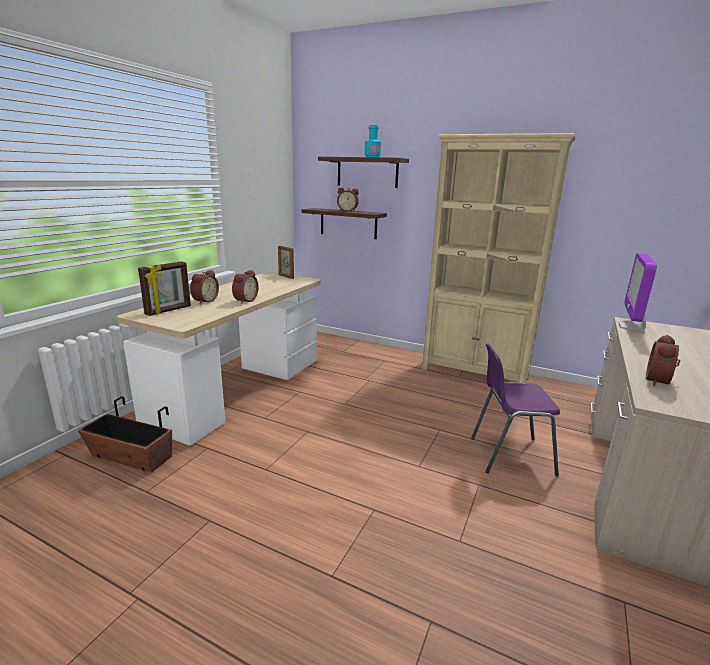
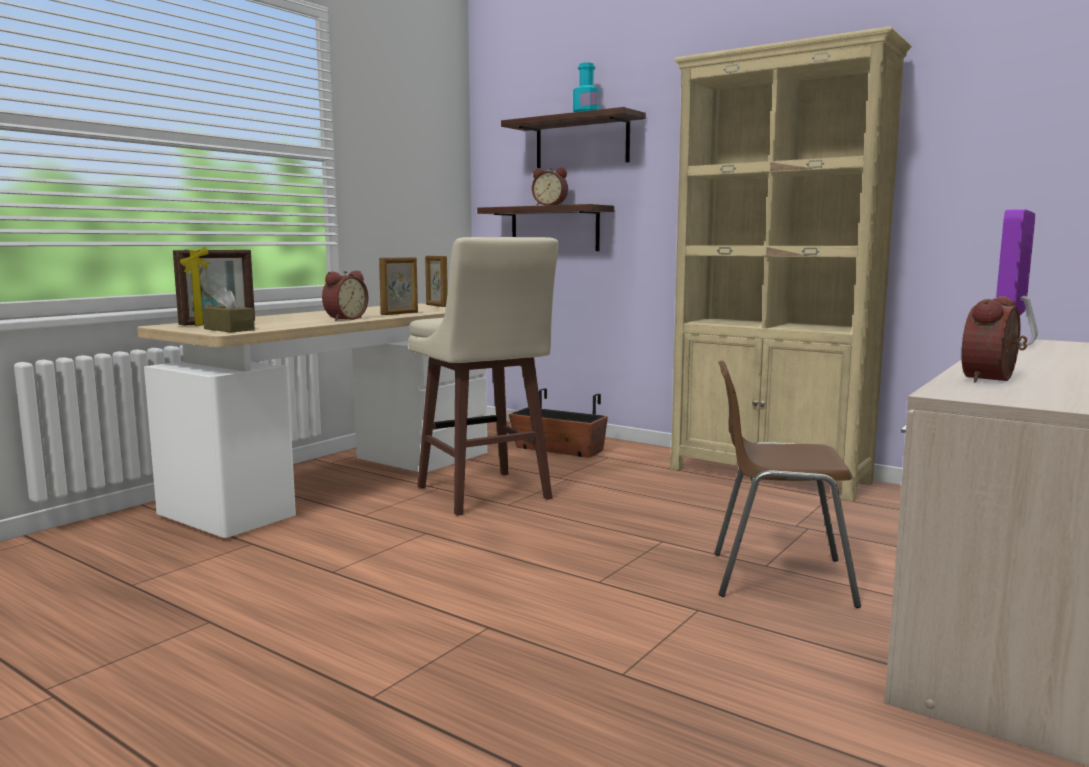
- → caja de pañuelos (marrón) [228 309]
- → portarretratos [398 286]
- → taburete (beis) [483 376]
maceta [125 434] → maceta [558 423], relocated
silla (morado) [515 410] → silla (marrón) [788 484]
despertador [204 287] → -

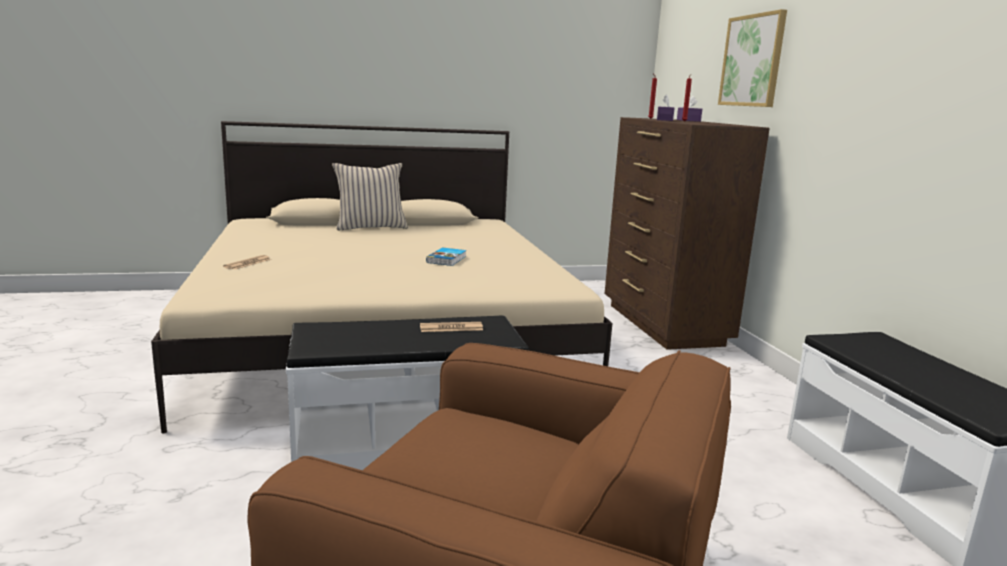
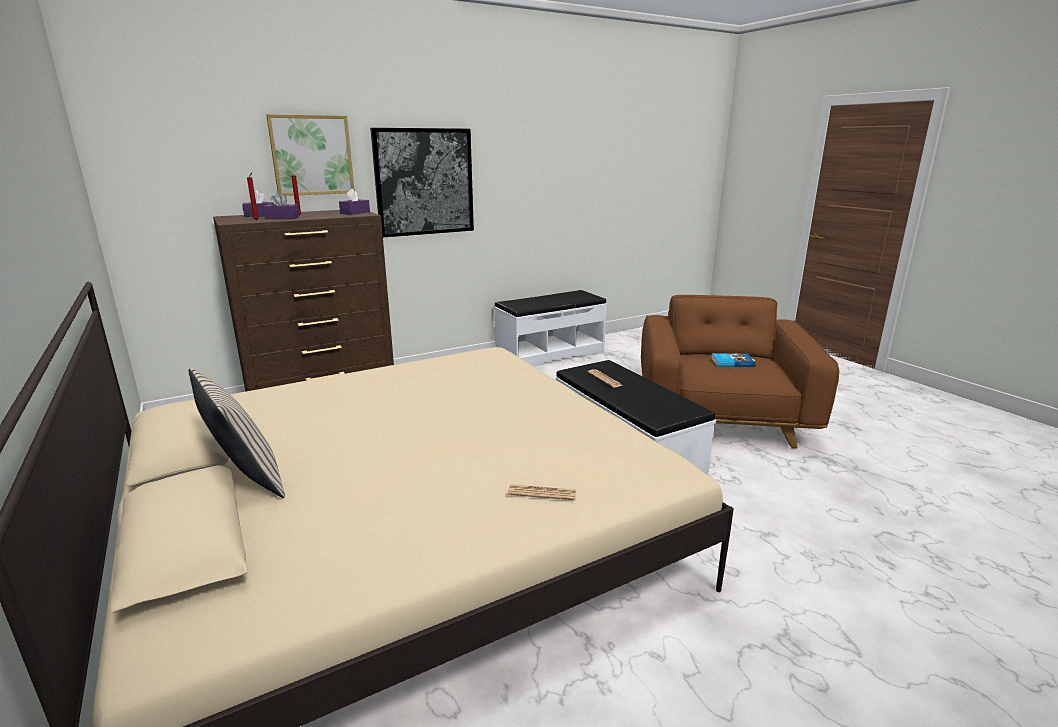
- → caja de pañuelos (morado) [354 202]
- → cuadro [422 182]
libro [446 257] → libro [733 360], relocated

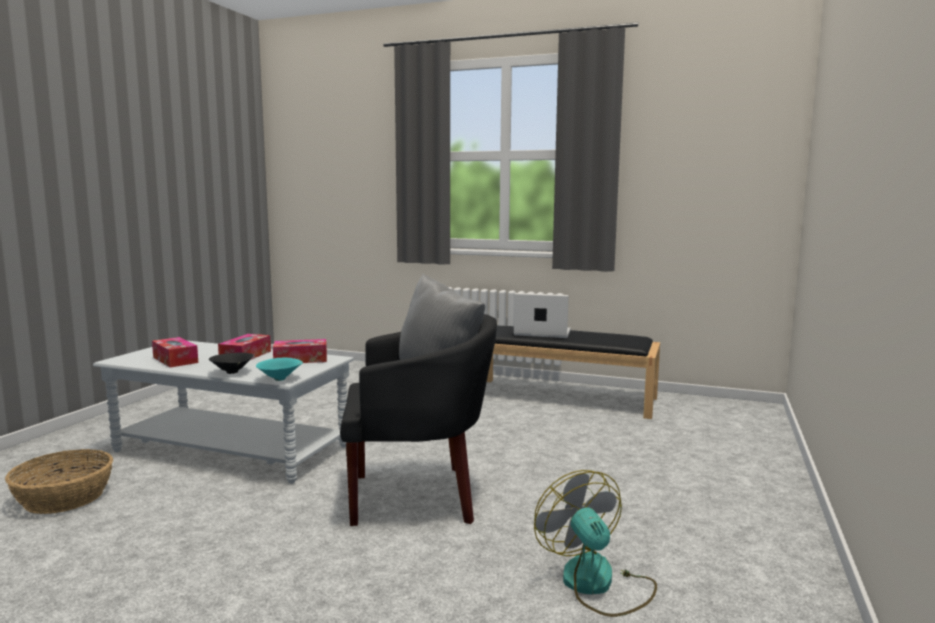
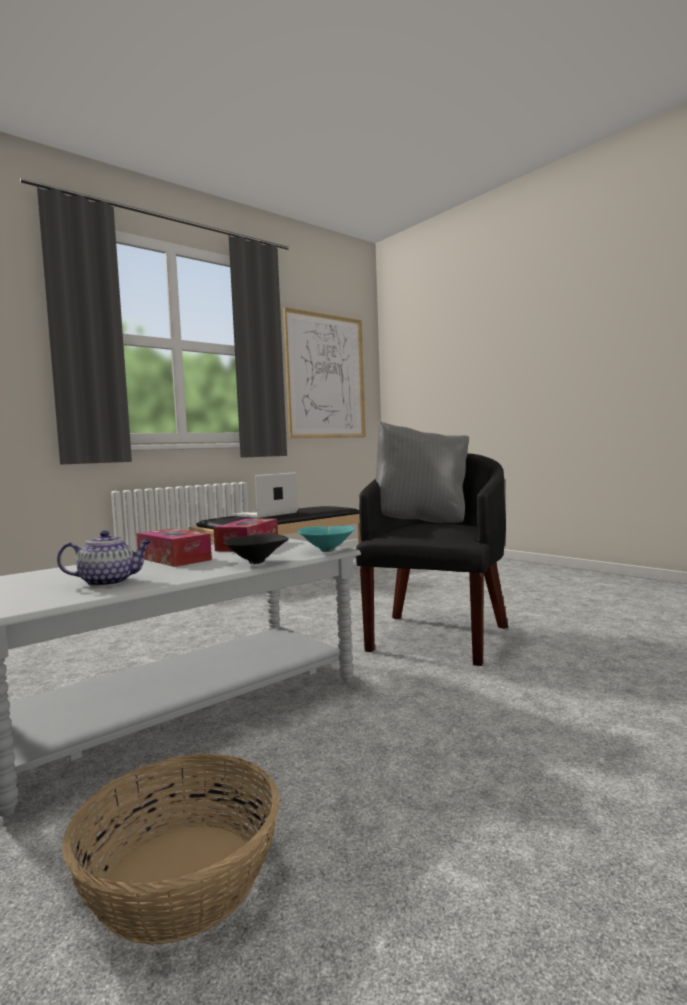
caja de pañuelos [175 352] → tetera [104 558]
- → cuadro [324 372]
ventilador [595 543] → -

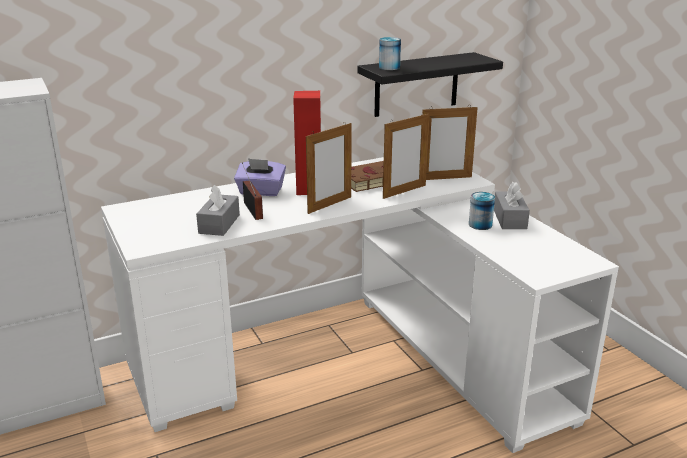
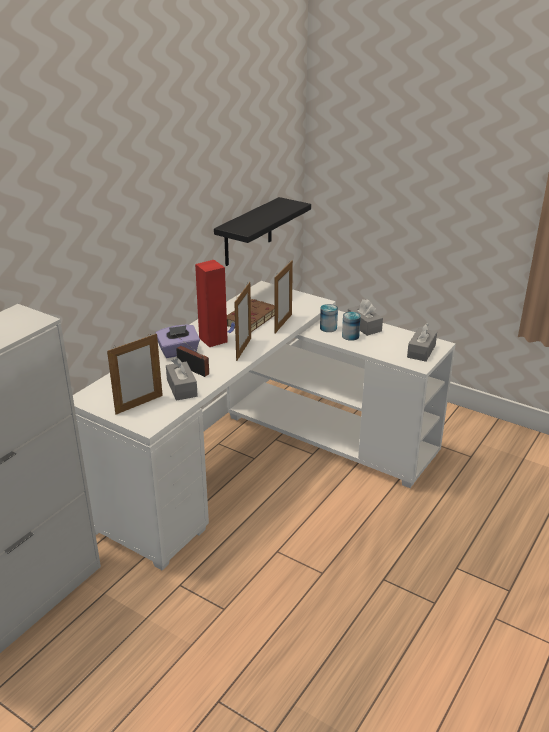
portarretratos [450 142] → portarretratos [135 374], relocated
lata [390 53] → lata [329 318], relocated
- → caja de pañuelos (gris) [422 342]

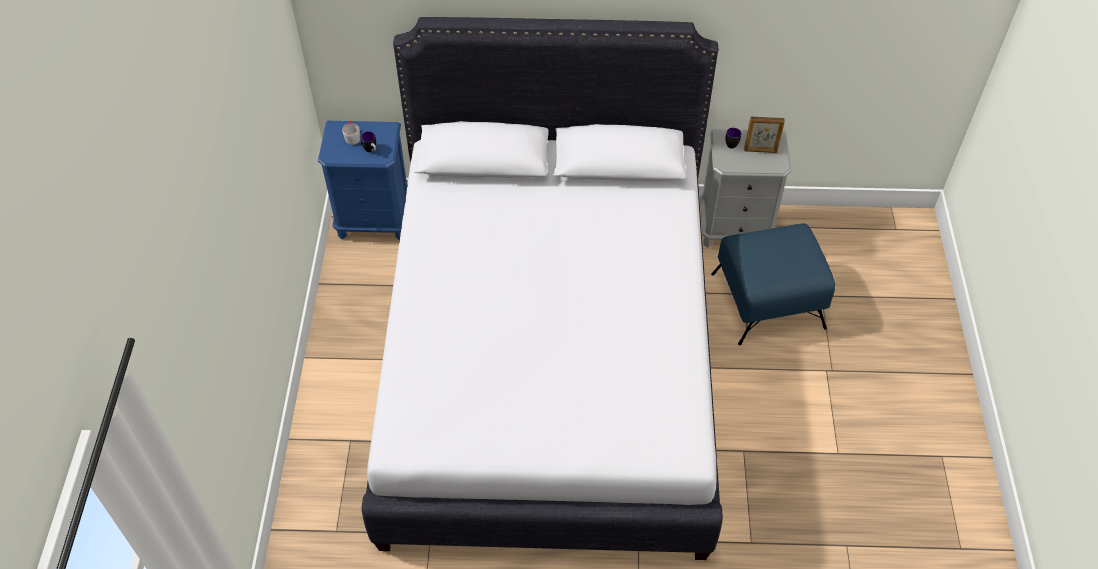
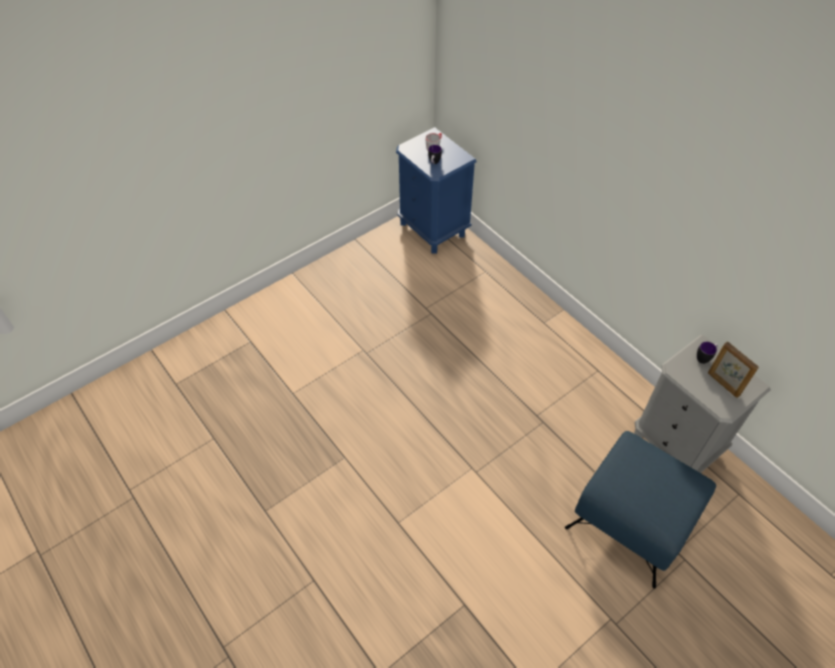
cama (blanco) [542 288] → -

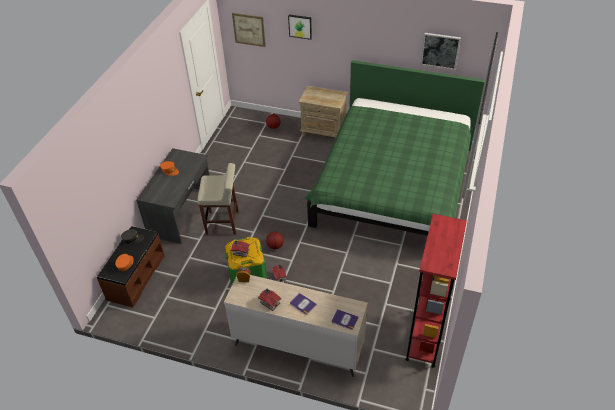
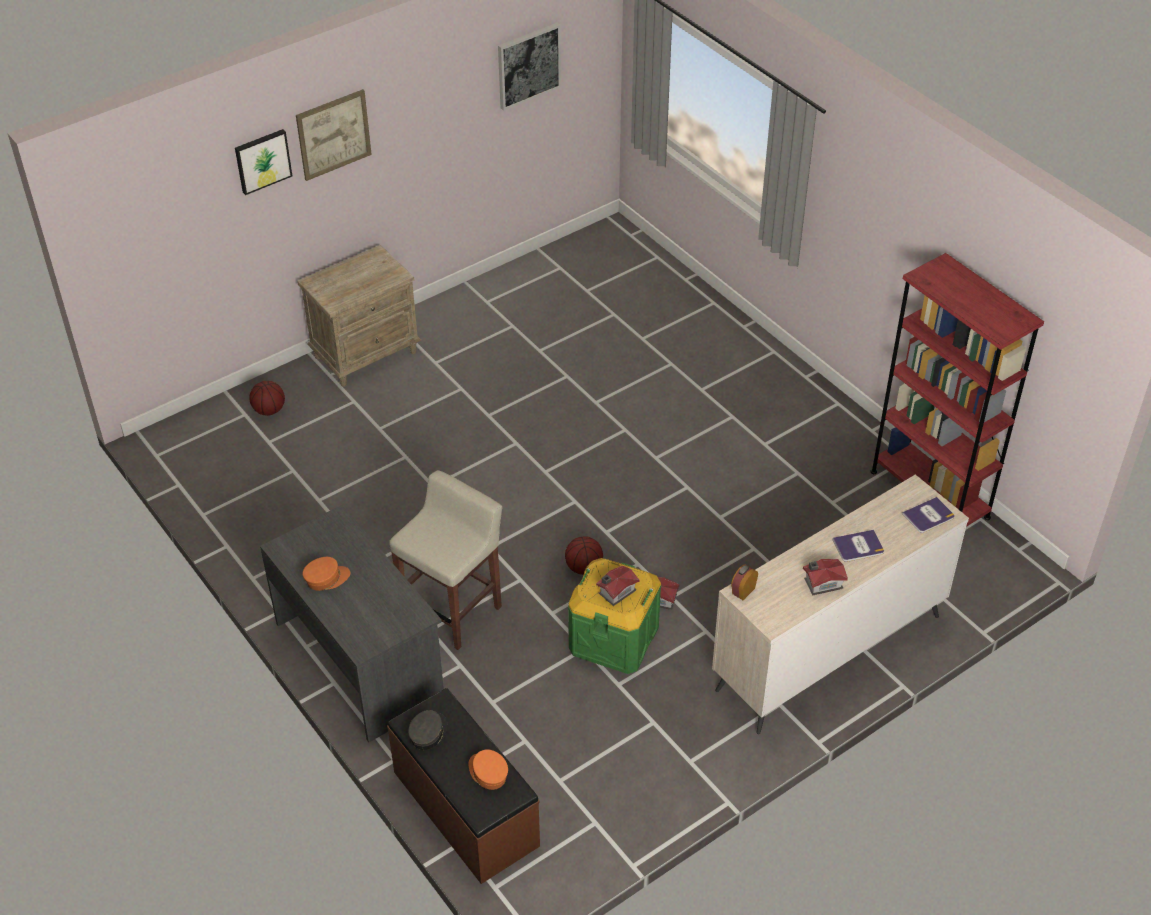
cuadro [249 30] → cuadro [334 135], relocated
cama (verde) [395 148] → -

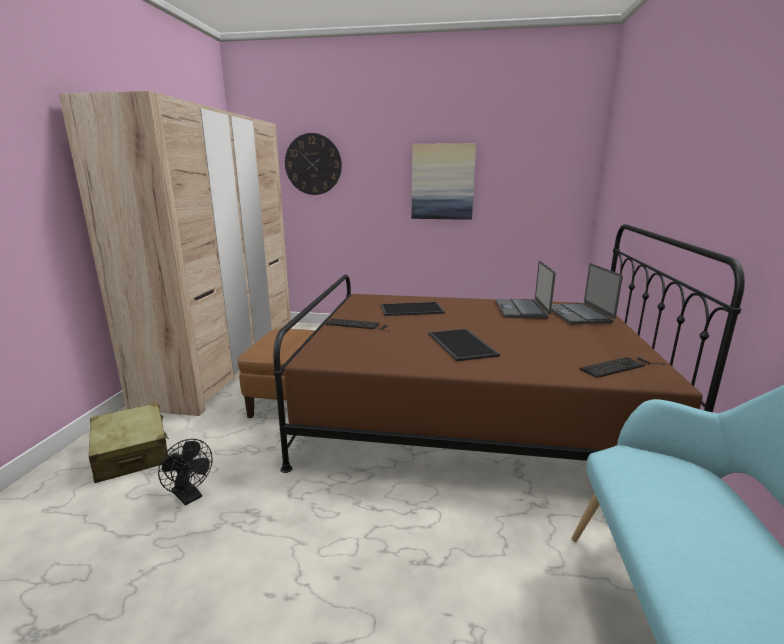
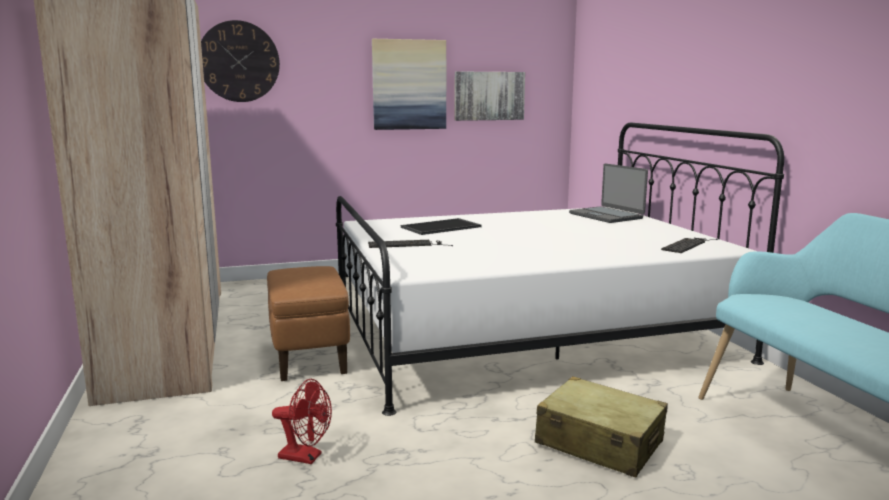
ventilador (negro) [185 472] → ventilador (rojo) [302 421]
cama (marrón) [509 348] → cama (blanco) [560 269]
- → cuadro [489 96]
maleta (beis) [128 443] → maleta (beis) [601 427], relocated
bandeja [464 345] → -
portátil [526 290] → -

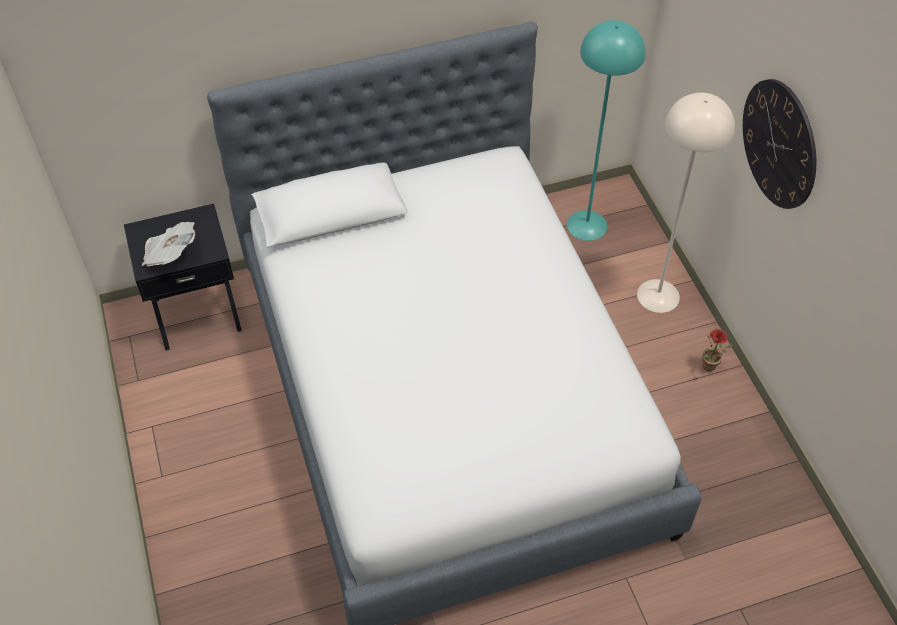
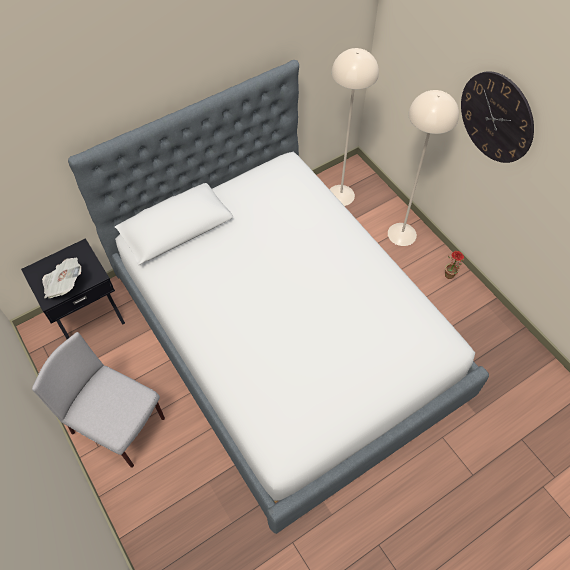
- → silla (gris) [98 400]
lámpara de pie (turquesa) [606 130] → lámpara de pie (beis) [354 127]

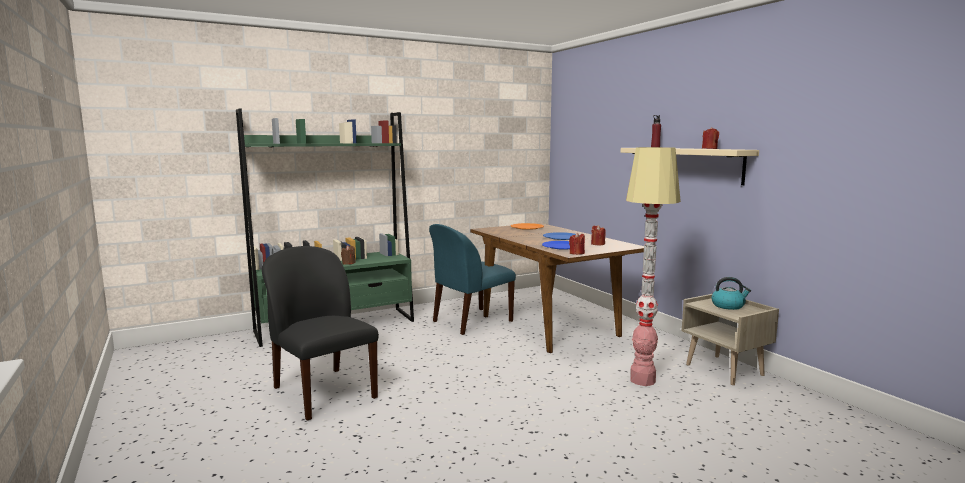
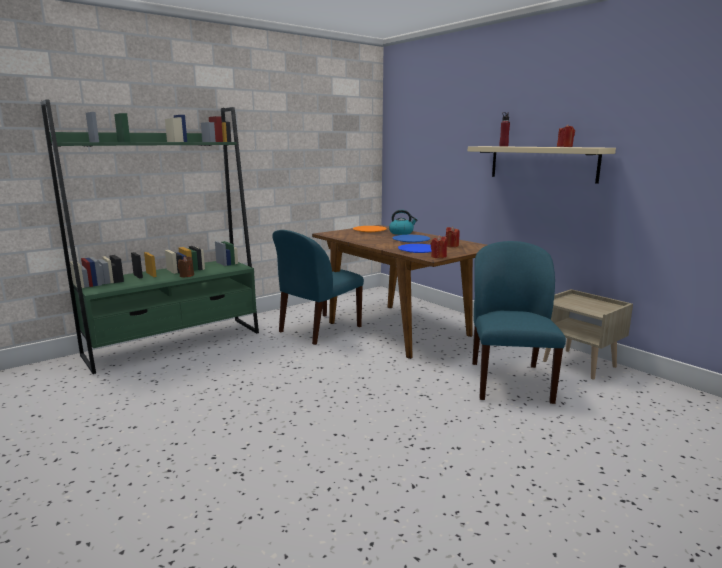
hervidor [731 293] → hervidor [403 222], relocated
lámpara de pie [653 266] → silla (azul) [519 322]
silla (negro) [320 333] → -

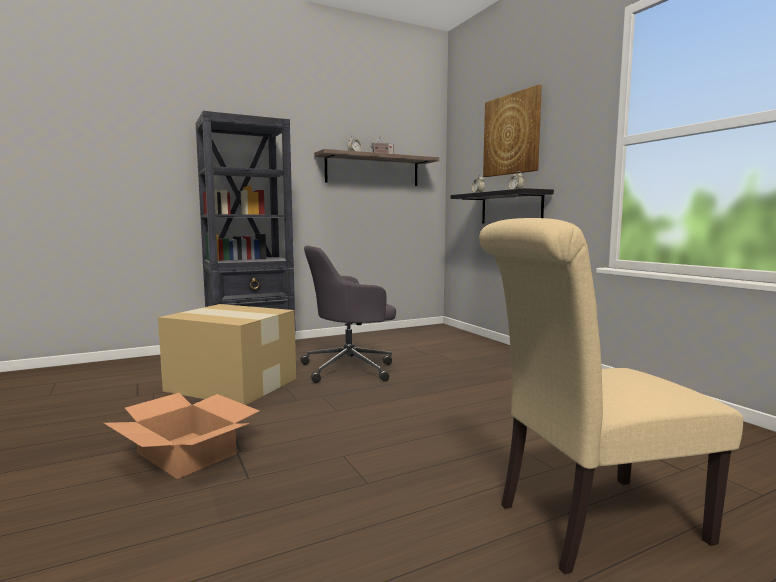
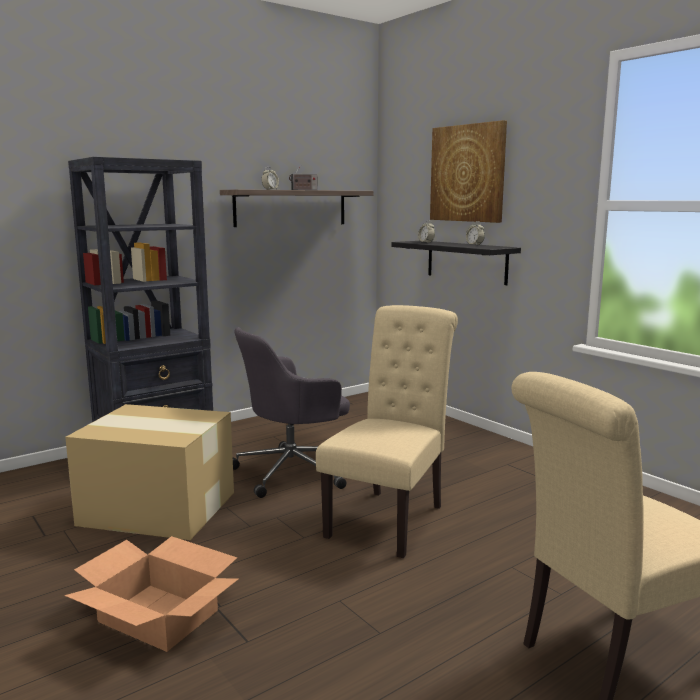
- → silla (beis) [387 431]

